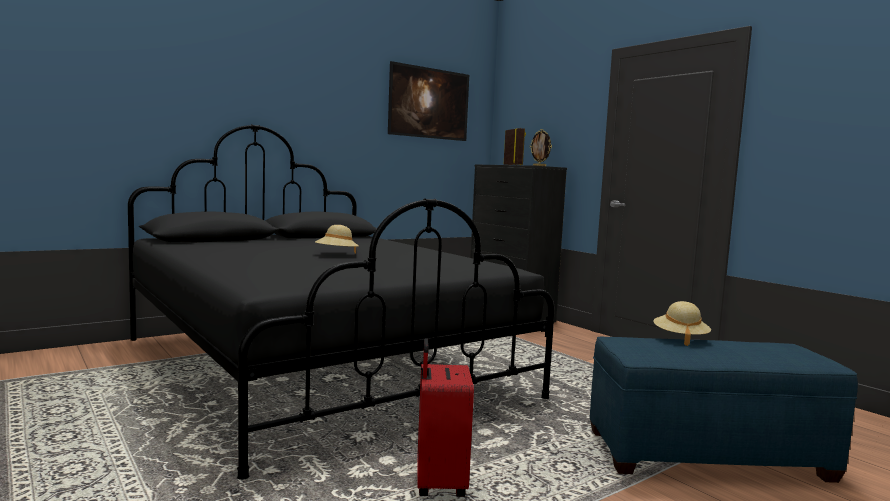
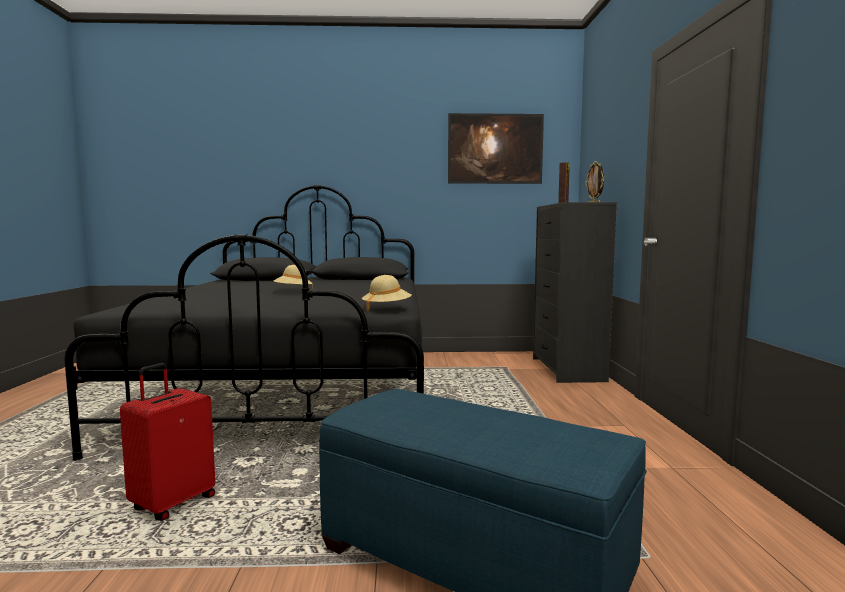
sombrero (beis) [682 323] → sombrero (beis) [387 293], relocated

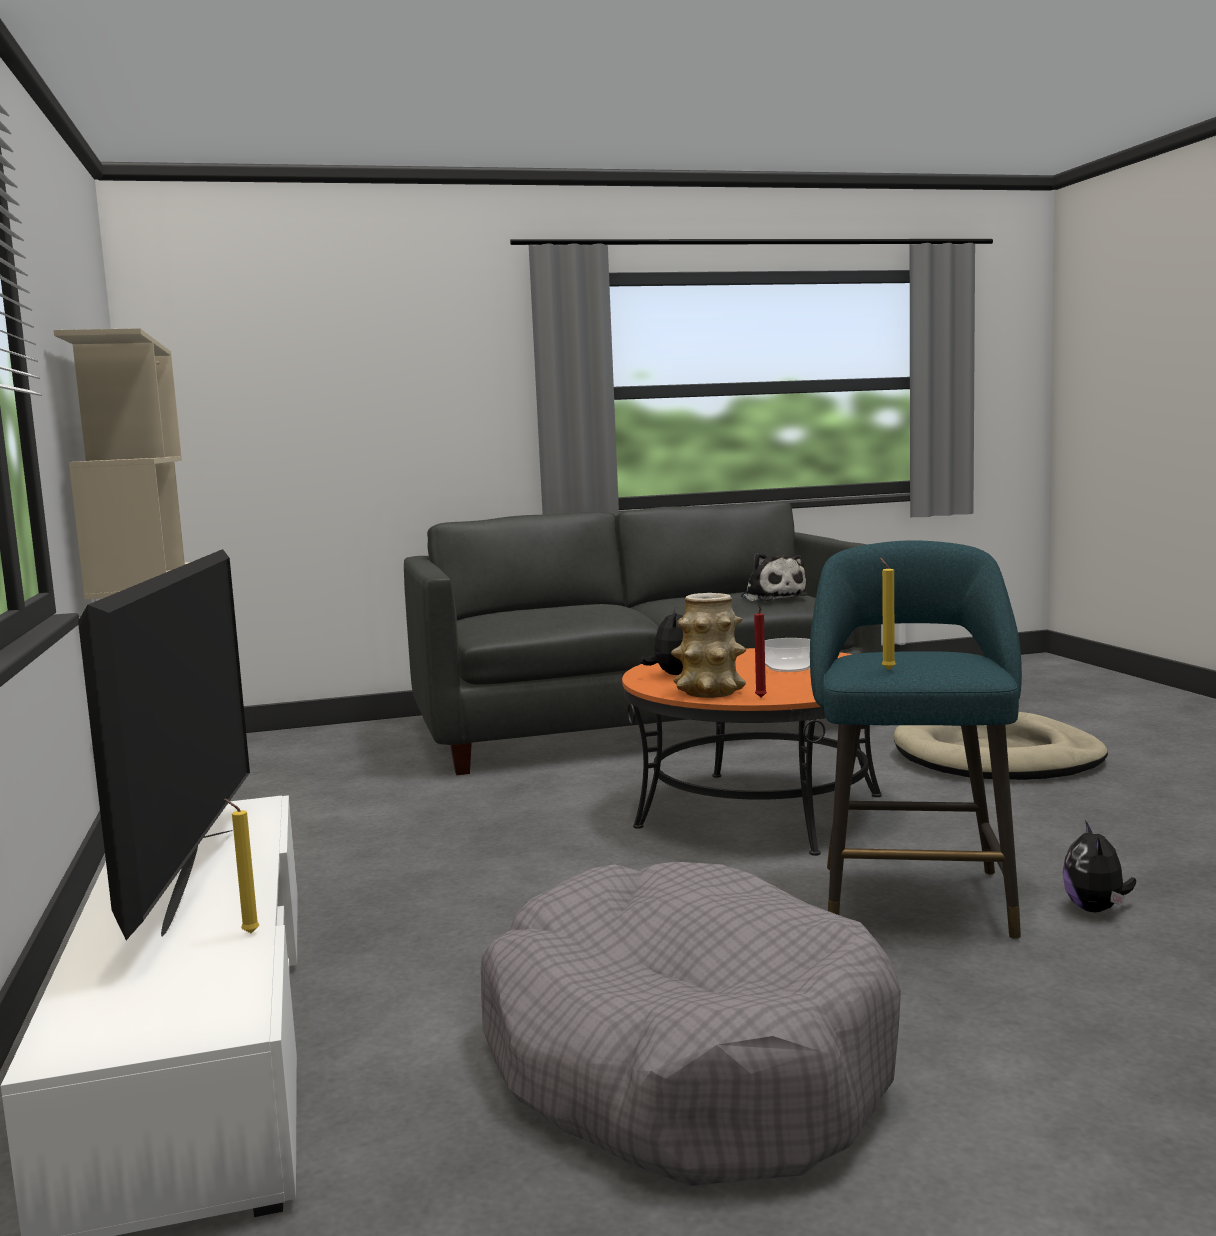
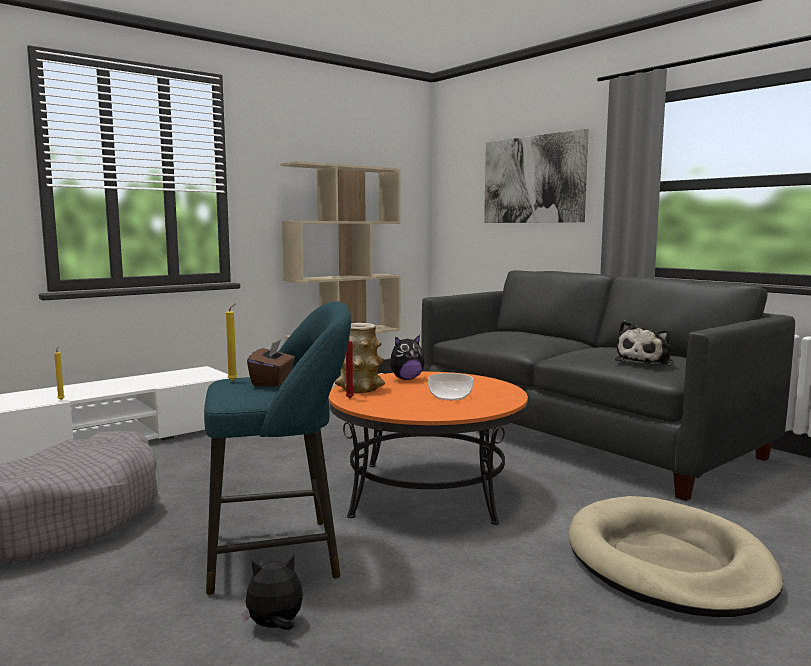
- → caja de pañuelos (marrón) [271 363]
- → cuadro [536 176]
televisor [164 744] → -

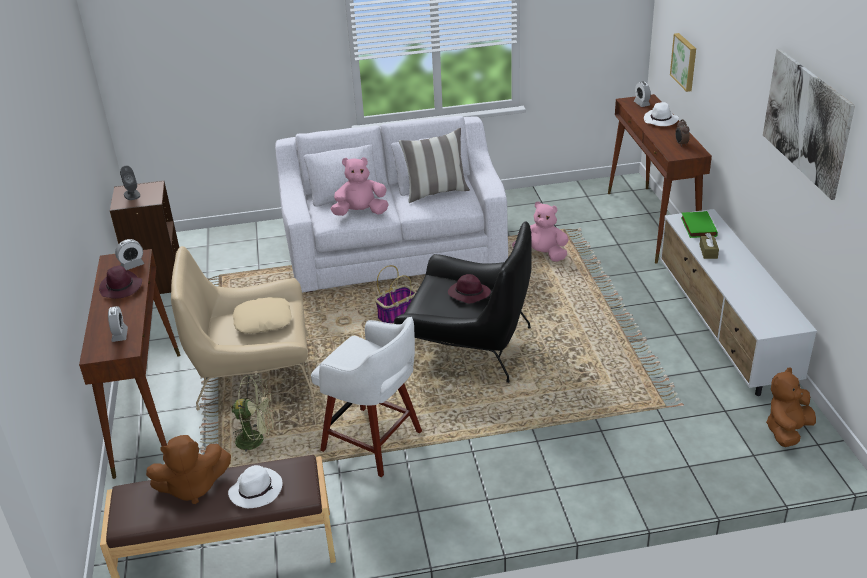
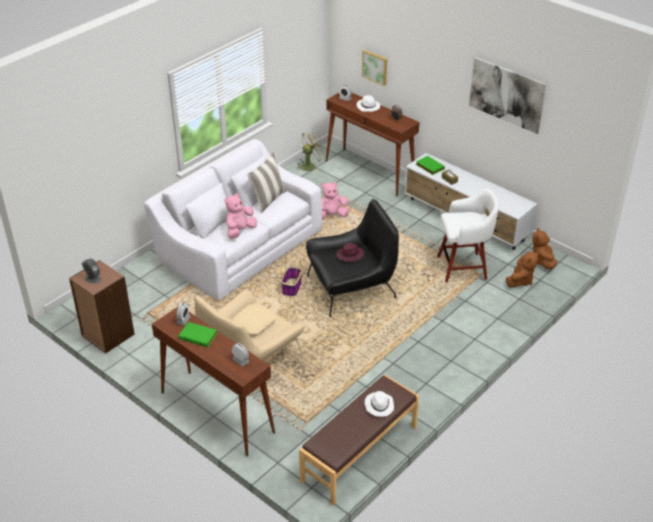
sombrero (morado) [120 282] → libro (verde) [197 334]
ventilador (verde) [253 413] → ventilador (verde) [311 151], relocated
taburete (blanco) [366 397] → taburete (blanco) [468 235], relocated
peluche (marrón) [188 469] → peluche (marrón) [522 269], relocated

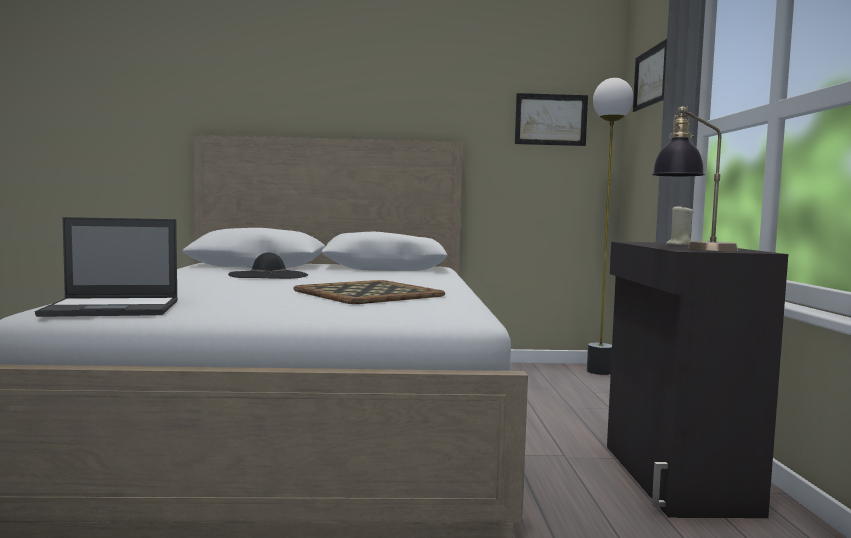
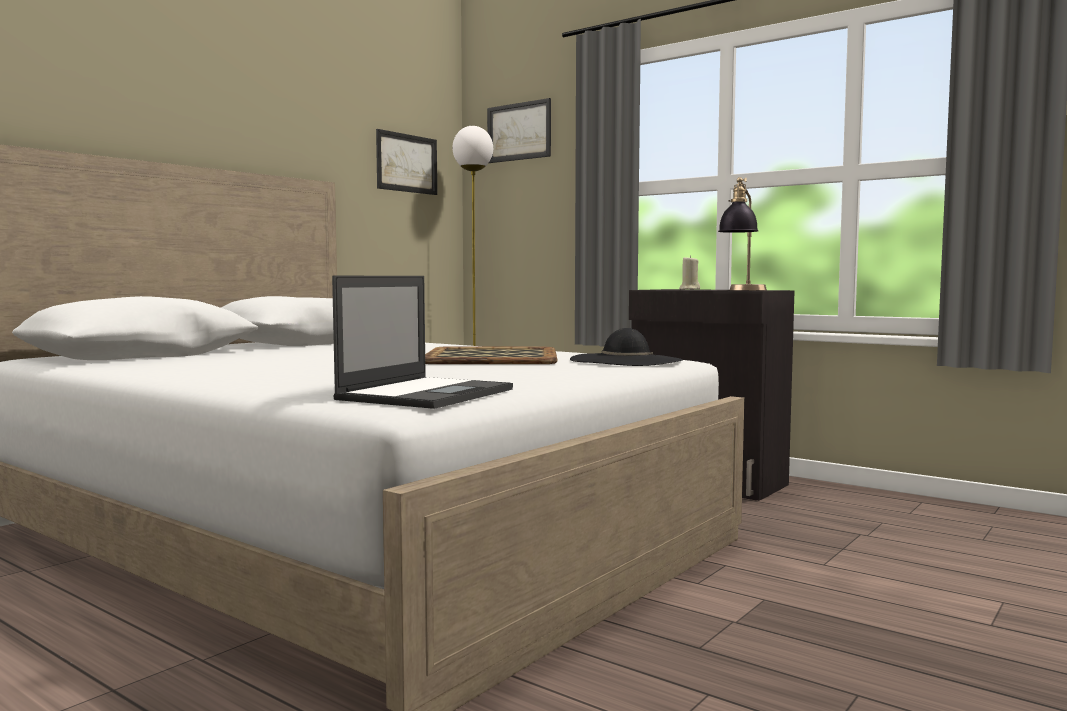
sombrero (negro) [268 265] → sombrero (negro) [626 347], relocated

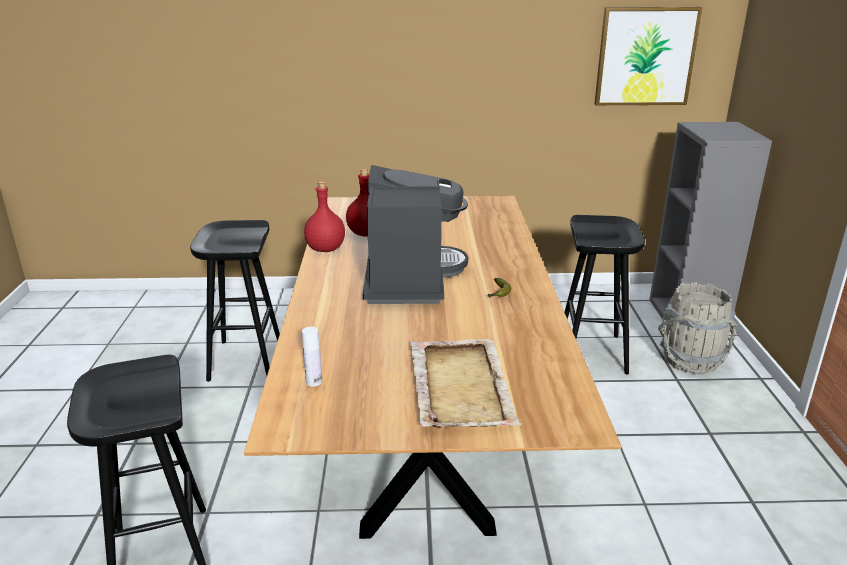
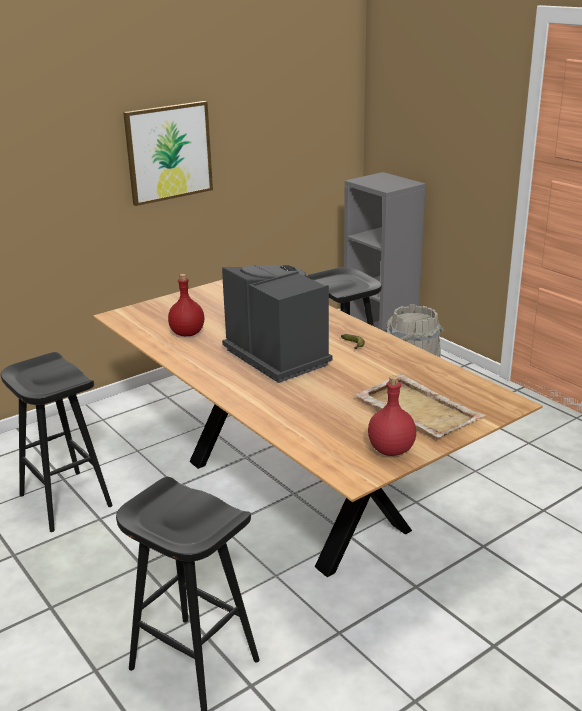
cuadro [649 56] → cuadro [168 153], relocated
botella (rojo) [324 216] → botella (rojo) [392 416], relocated
botella (blanco) [312 357] → -

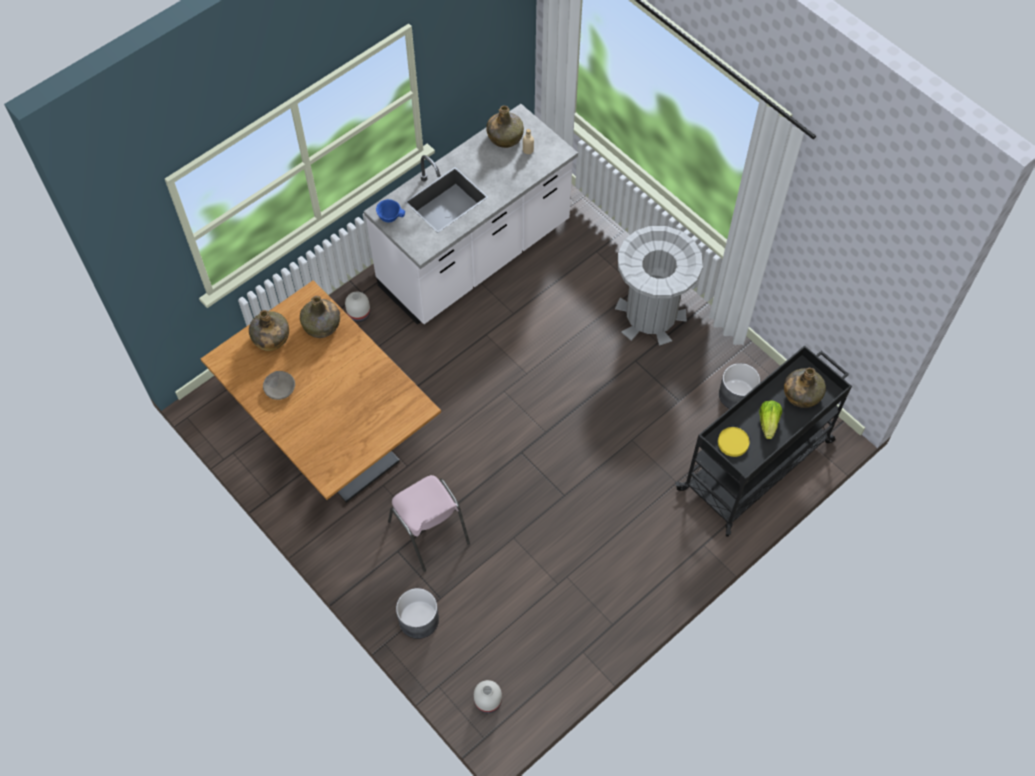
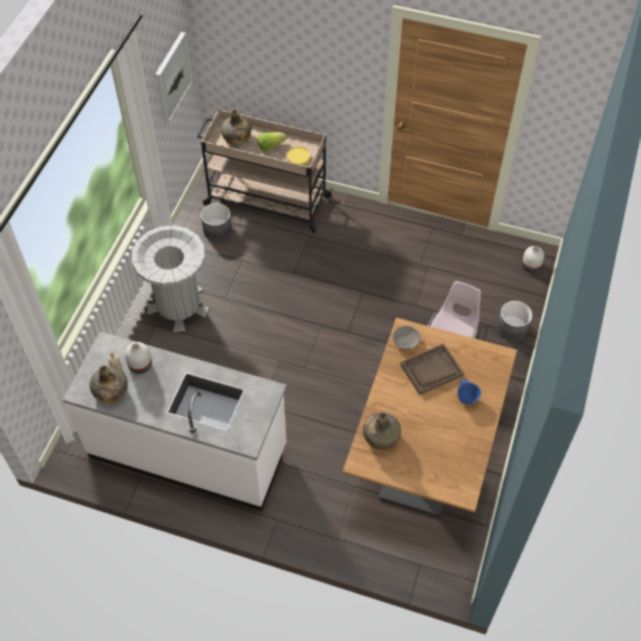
florero (blanco) [357 307] → florero (blanco) [138 358], relocated
- → cuadro [174 78]
carrito (negro) [764 441] → carrito (beis) [265 171]
cuenco (gris) [279 385] → cuenco (gris) [406 338], relocated
- → bandeja (marrón) [432 369]
cuenco (azul) [390 211] → cuenco (azul) [469 392], relocated
botella (verde) [269 330] → -

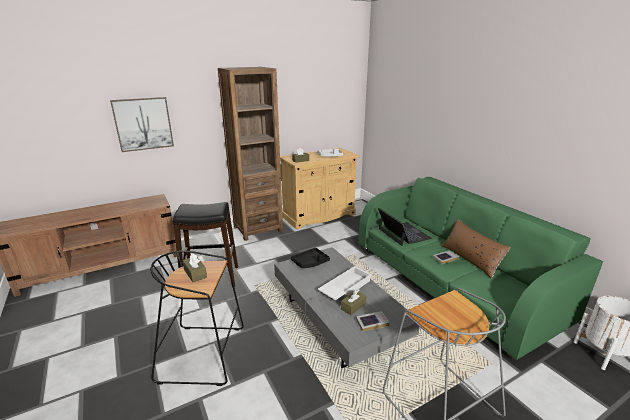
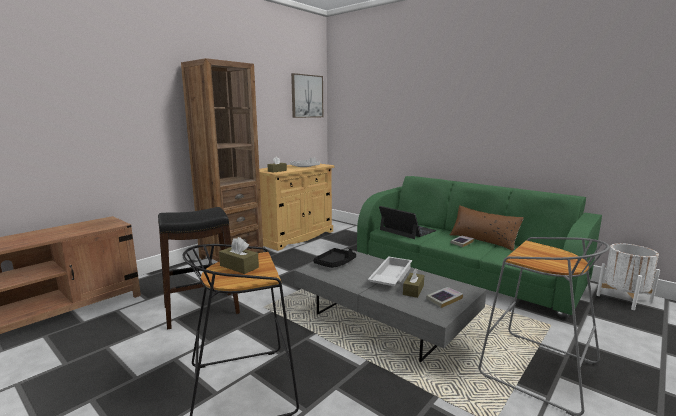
cuadro [142 124] → cuadro [307 95], relocated

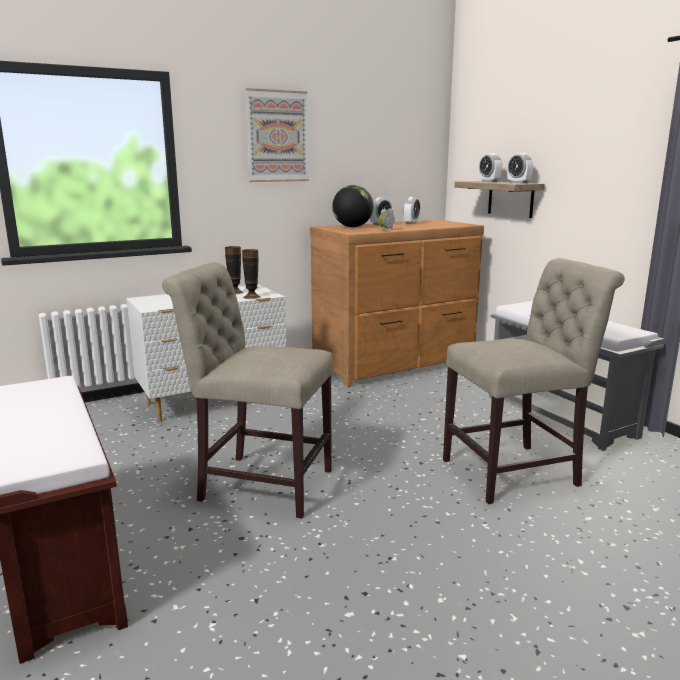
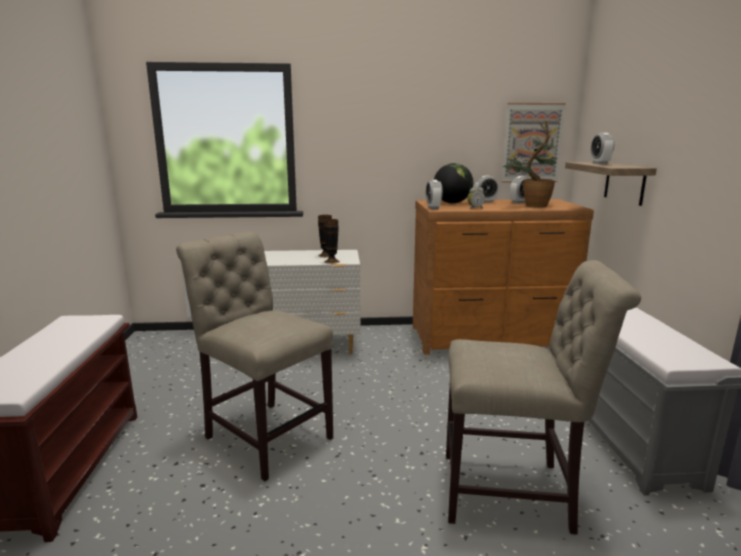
despertador [520 168] → despertador [434 195], relocated
cuadro [277 135] → cuadro [534 143], relocated
- → planta en maceta [531 164]

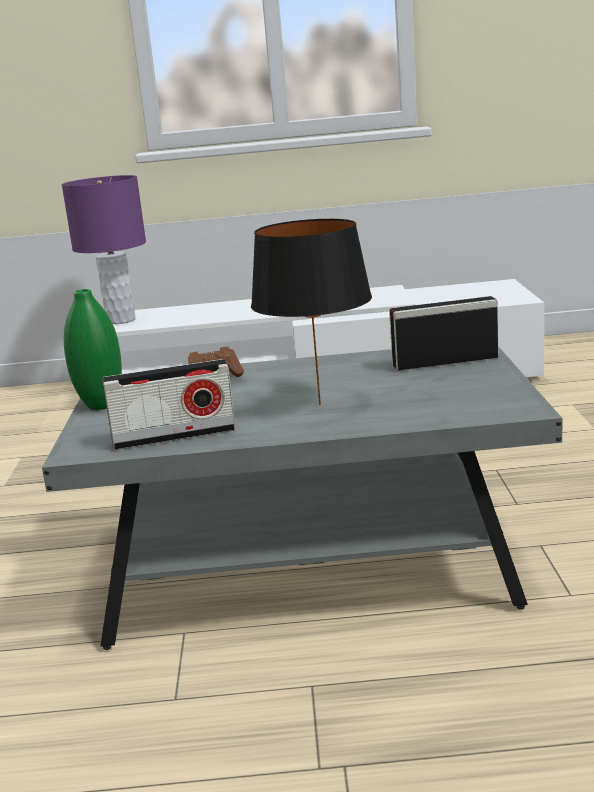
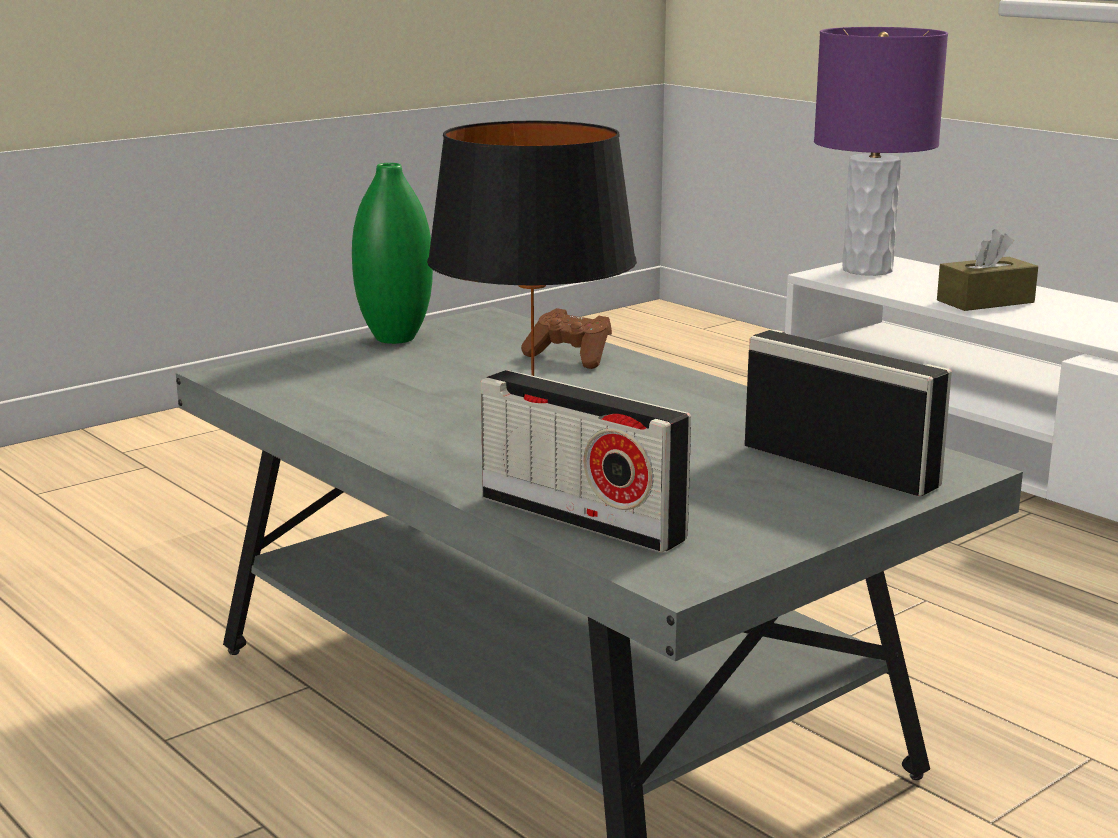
radio [169 404] → radio [586 461], relocated
- → caja de pañuelos (marrón) [987 270]

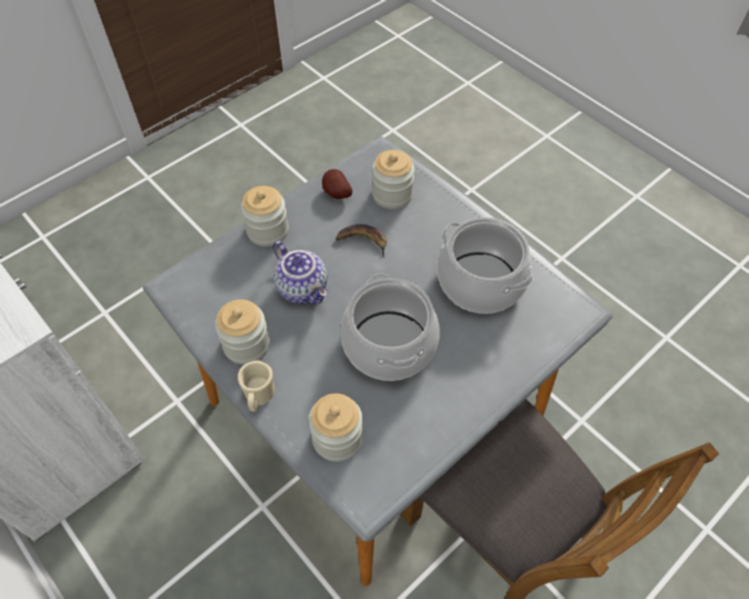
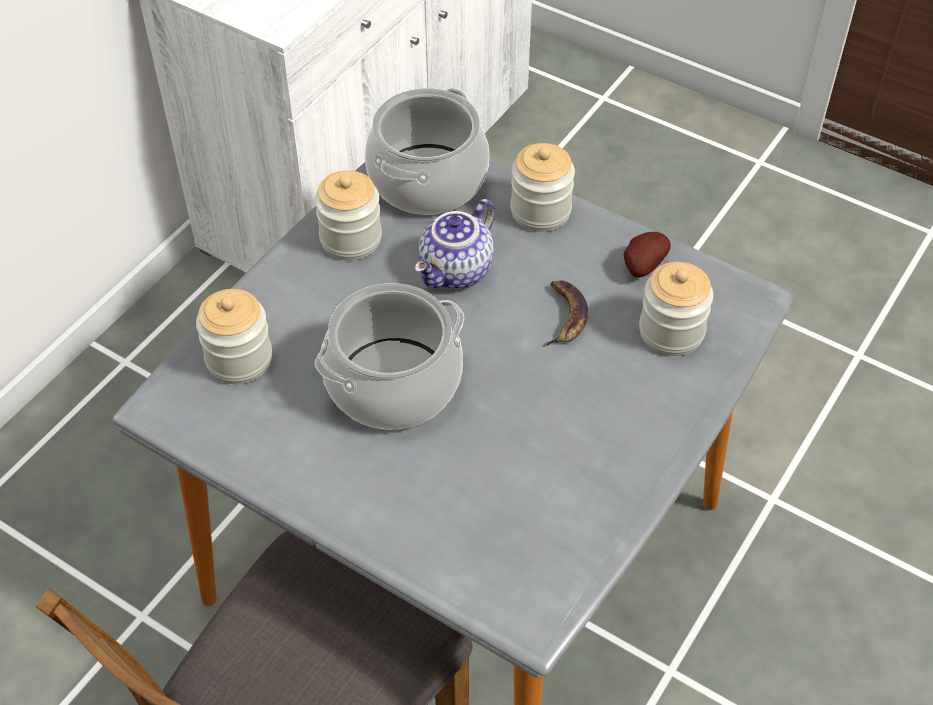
olla [485 265] → olla [427 151], relocated
taza grande (beis) [256 386] → -

